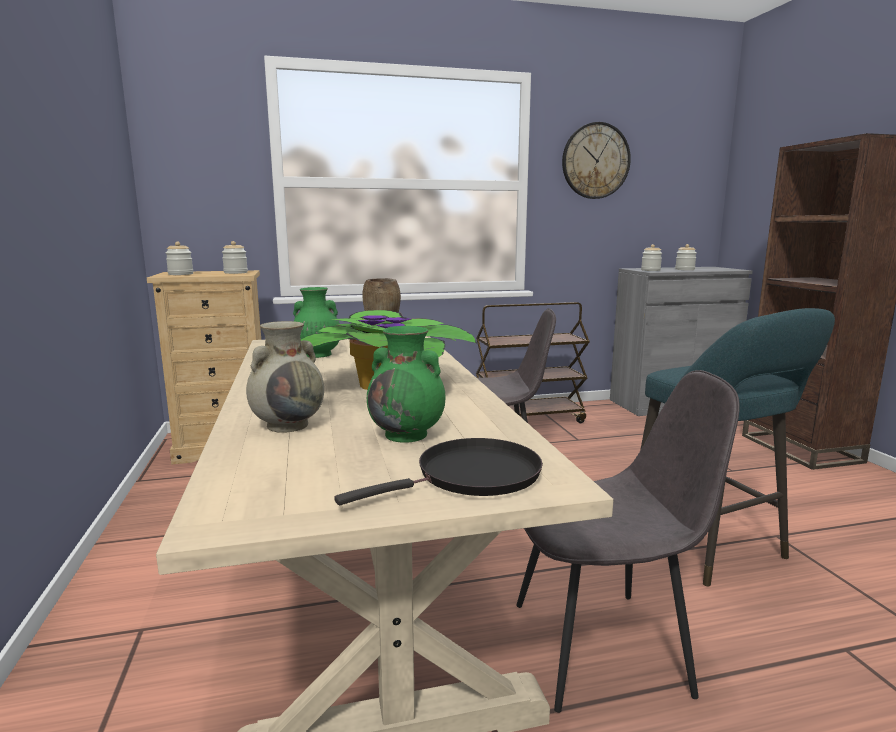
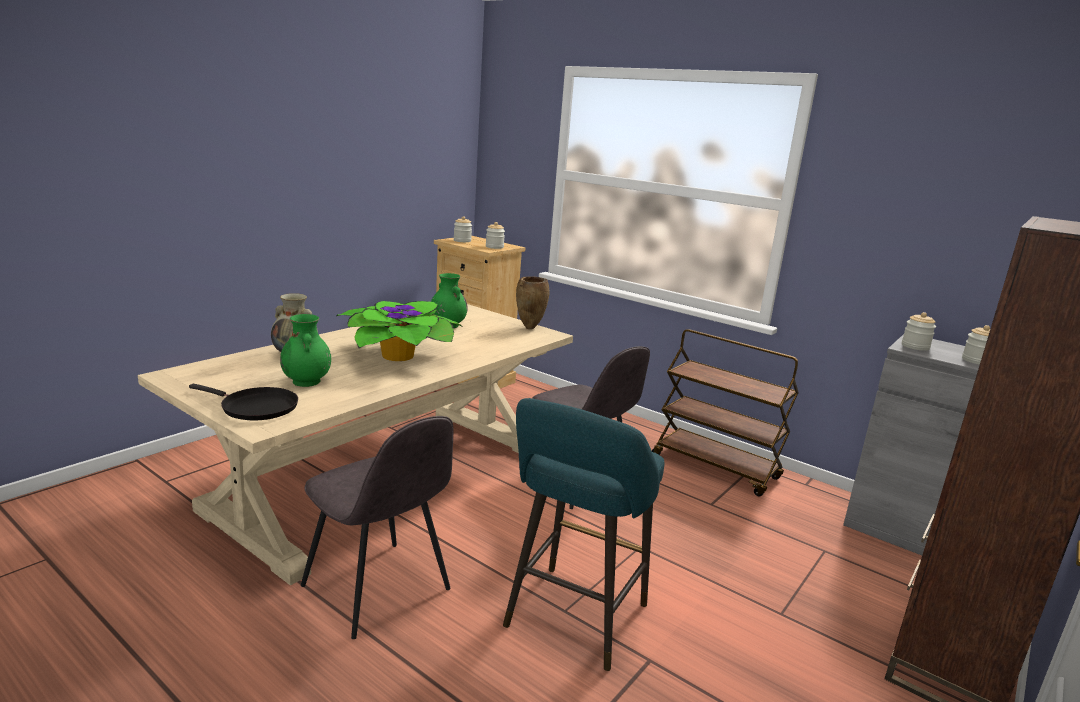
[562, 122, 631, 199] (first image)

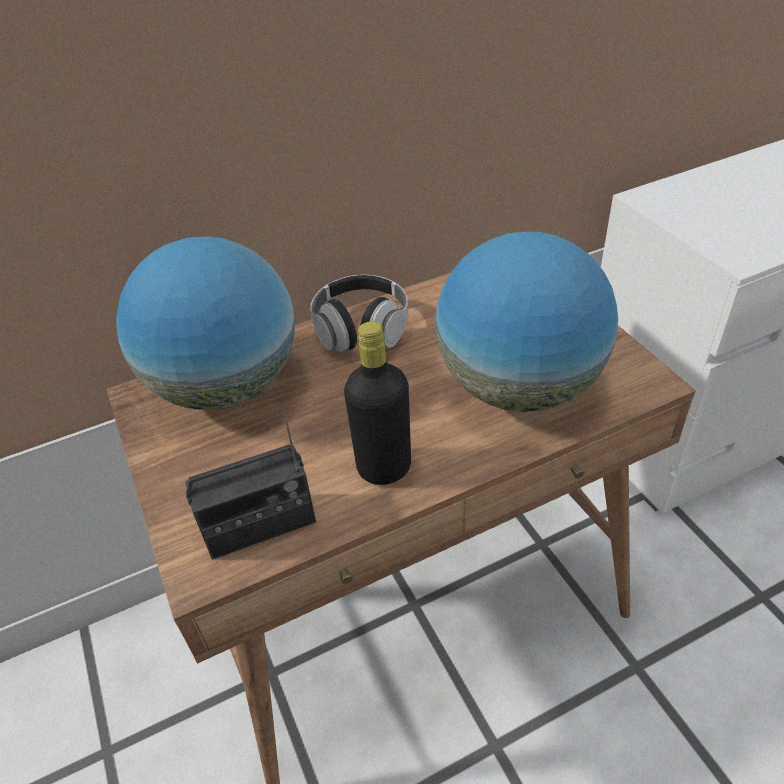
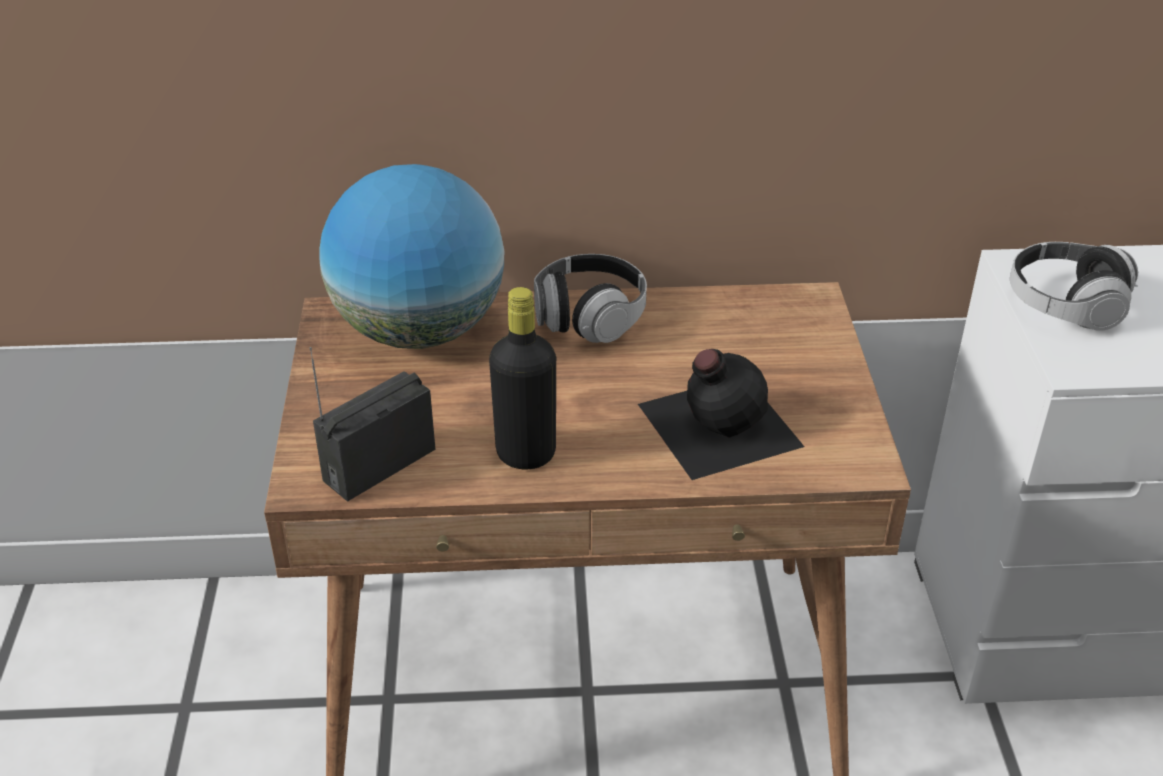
[1010, 242, 1138, 331]
[638, 349, 805, 480]
[310, 347, 435, 502]

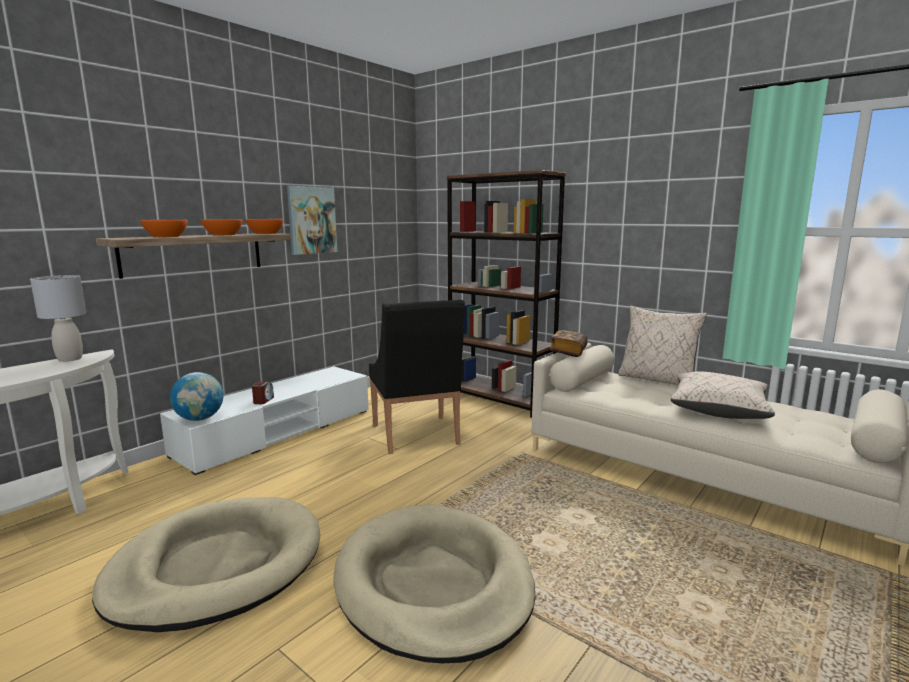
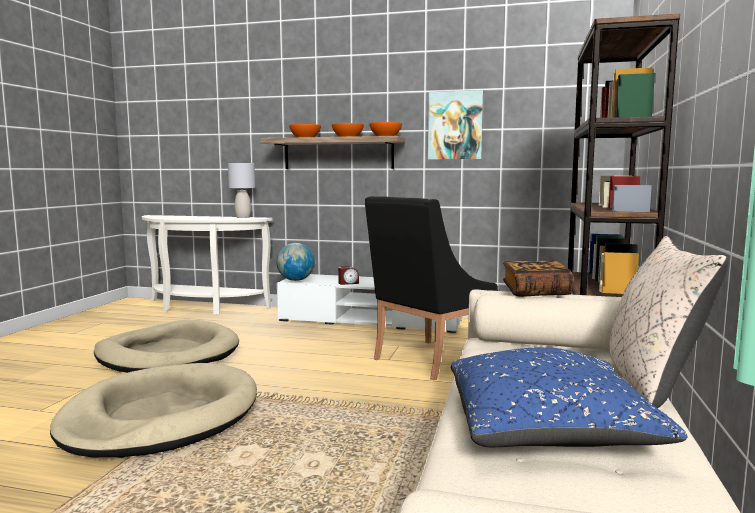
[451, 347, 687, 447]

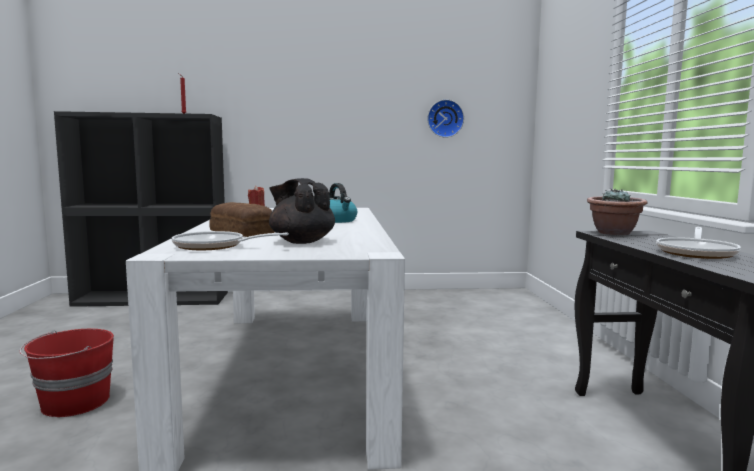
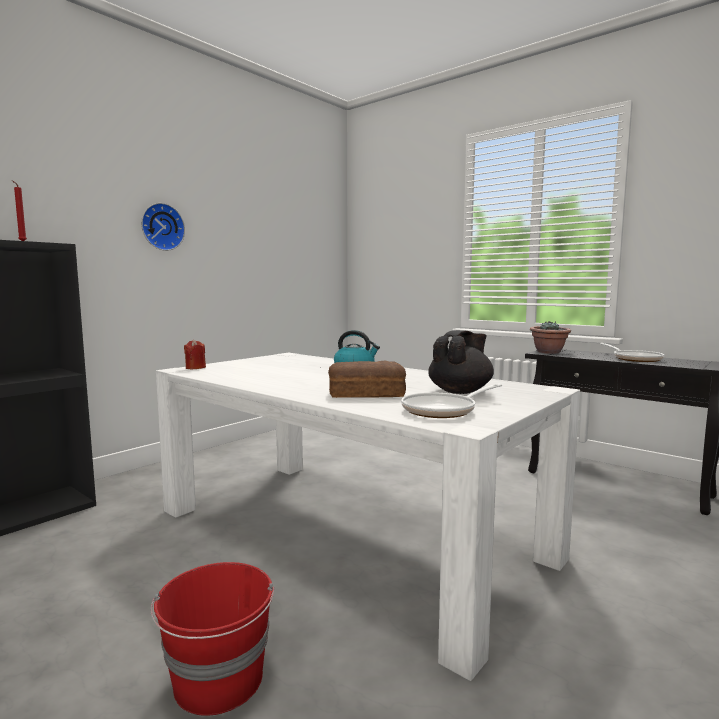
[141, 203, 185, 251]
[428, 330, 494, 394]

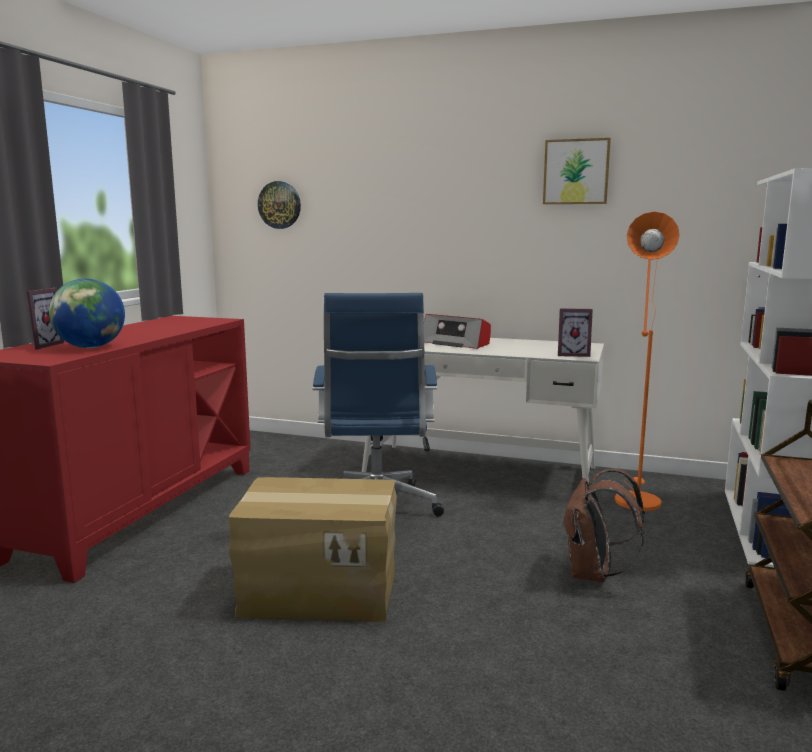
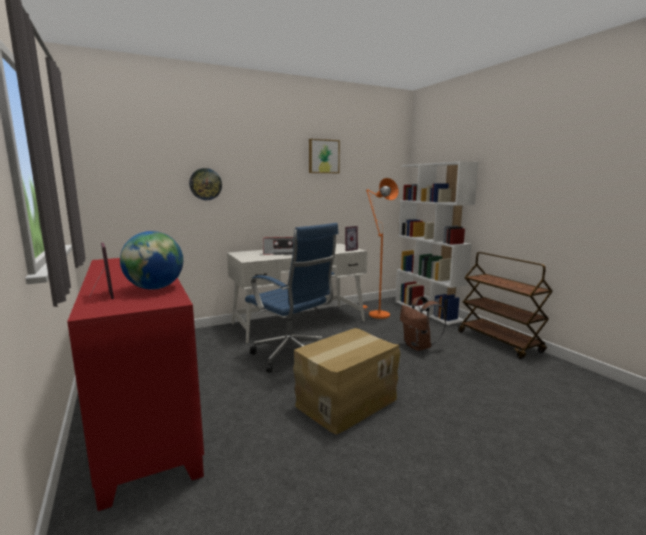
[189, 168, 222, 200]

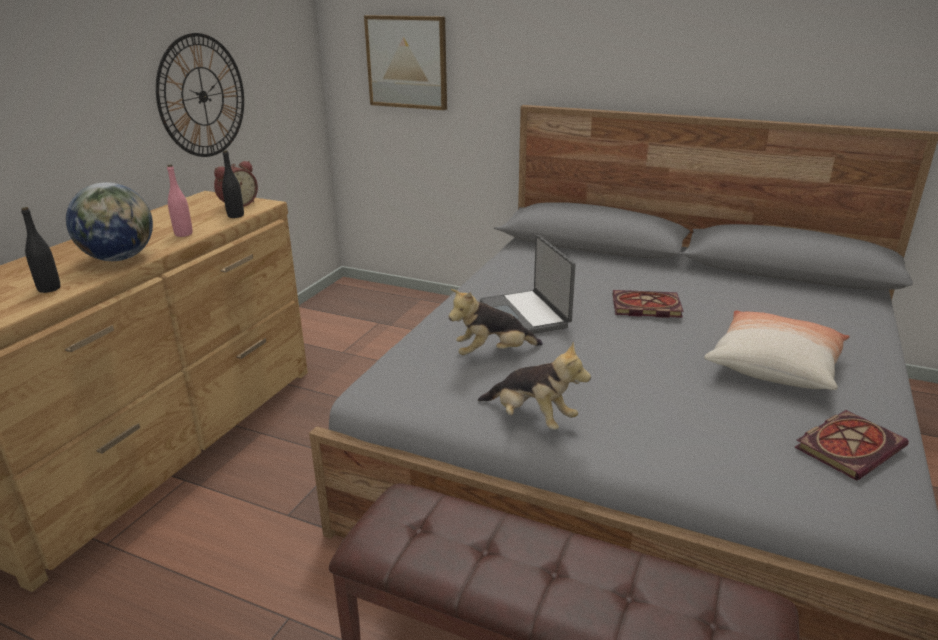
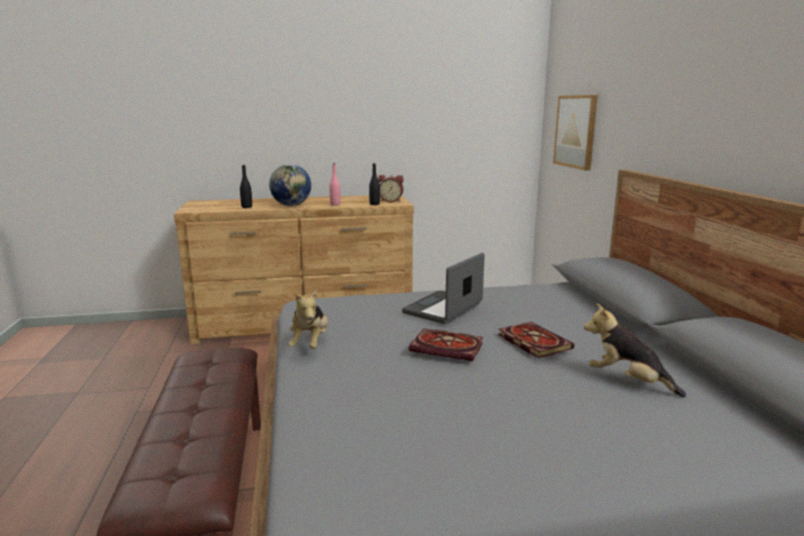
[156, 33, 244, 157] (first image)
[704, 310, 850, 390] (first image)
[584, 304, 686, 397]
[409, 329, 483, 361]

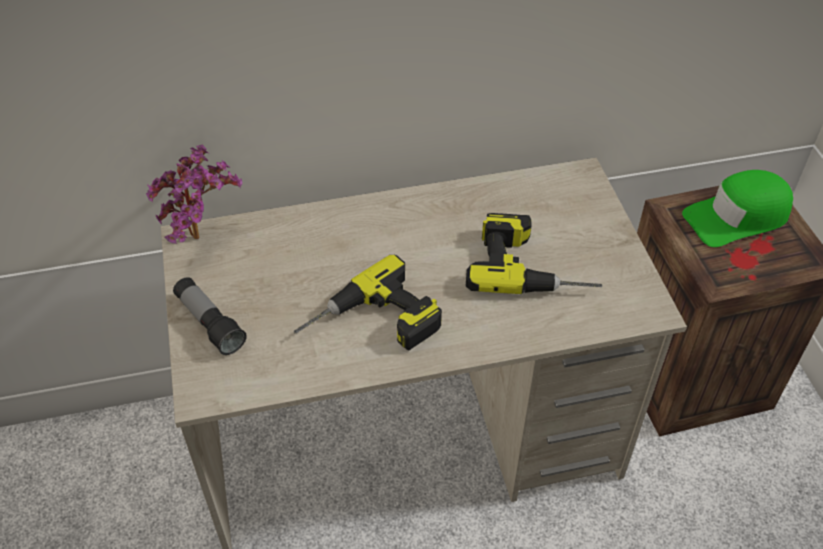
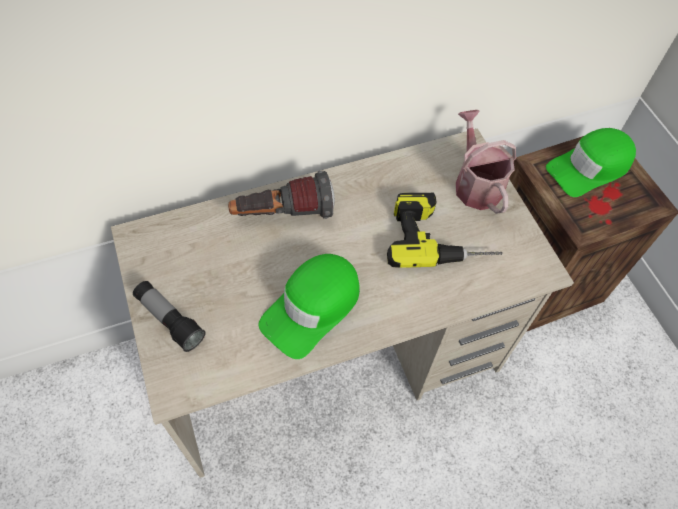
[146, 145, 243, 244] (first image)
[228, 171, 335, 219]
[456, 110, 516, 214]
[259, 254, 360, 359]

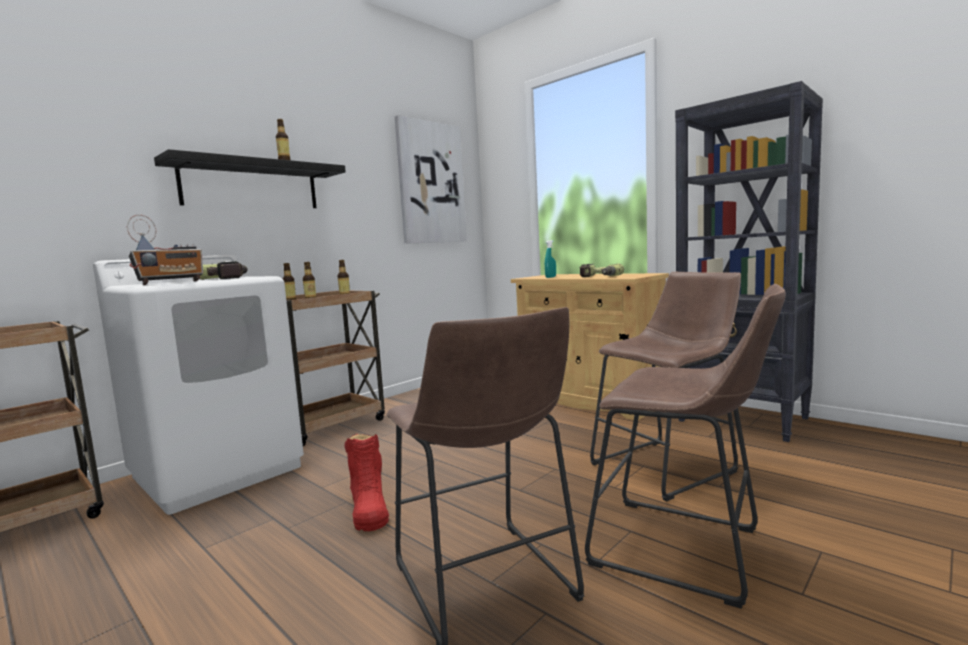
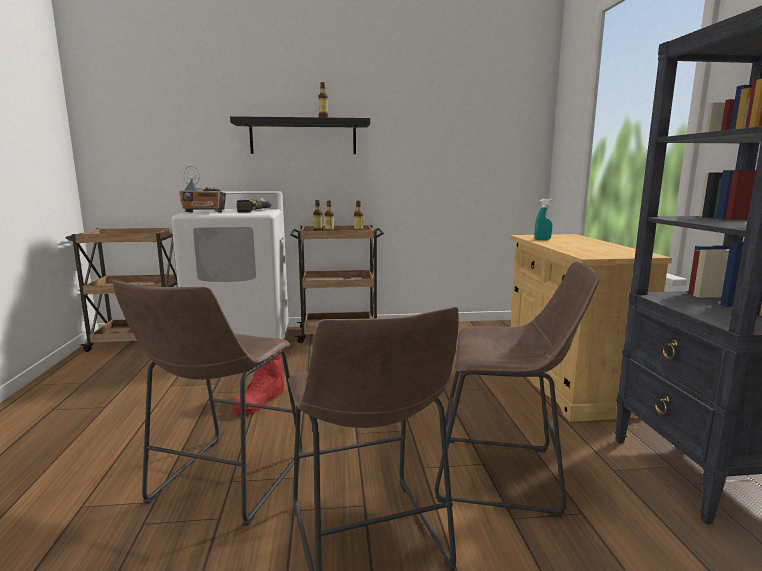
[395, 115, 467, 244] (first image)
[579, 263, 624, 277] (first image)

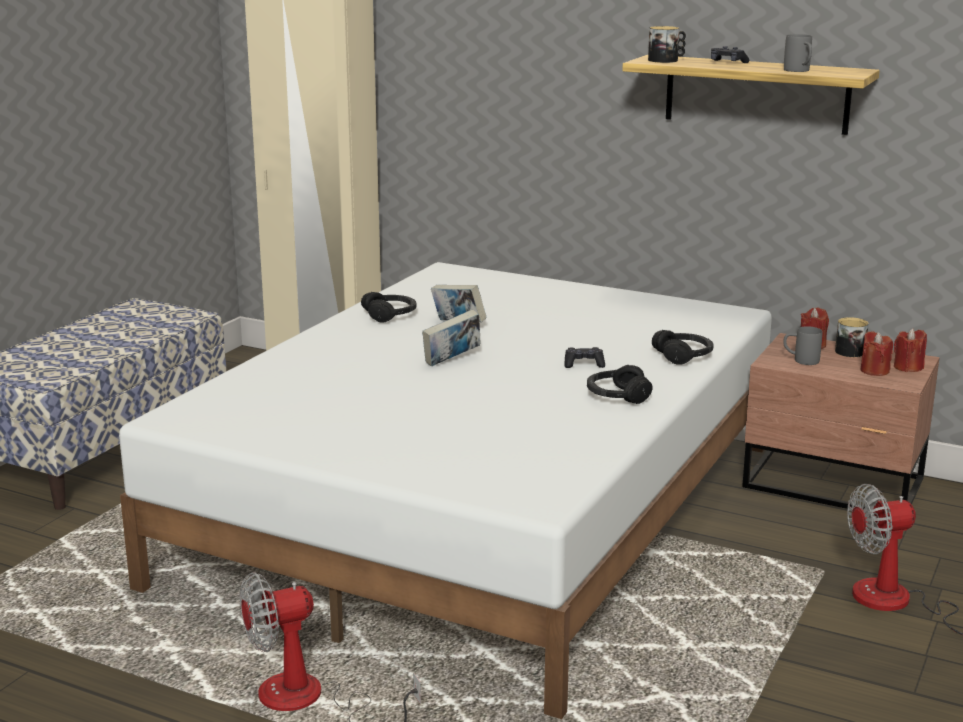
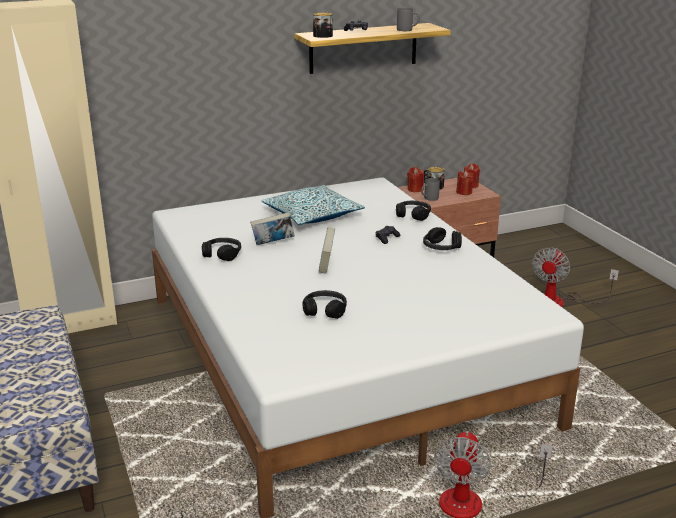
[261, 185, 365, 225]
[302, 290, 347, 319]

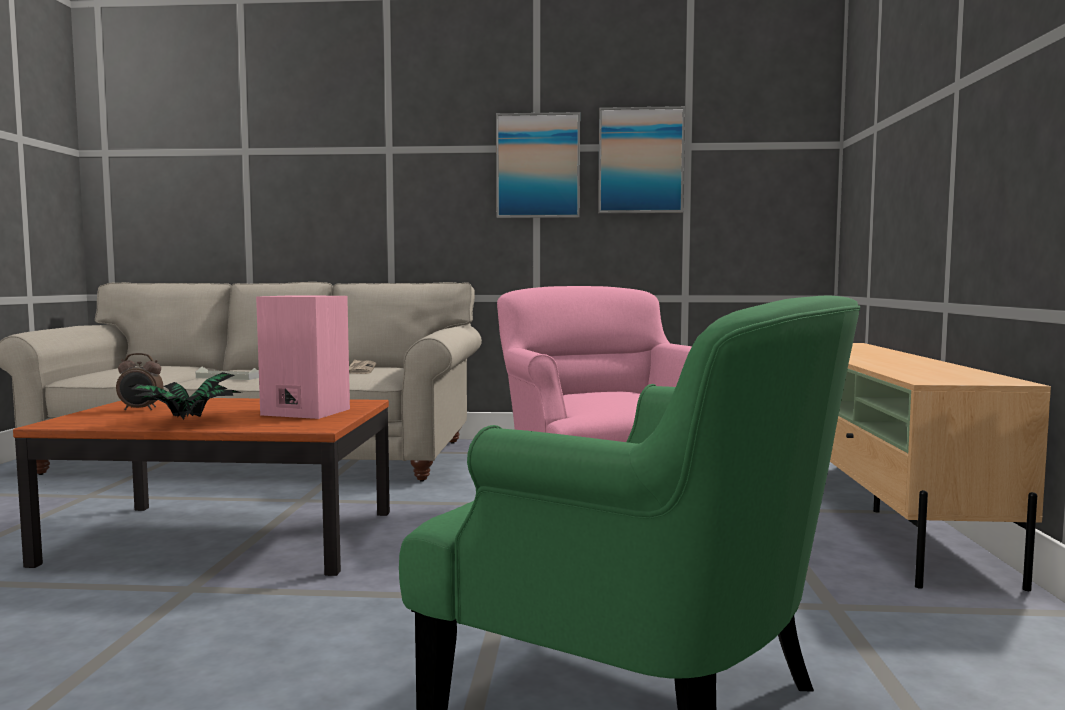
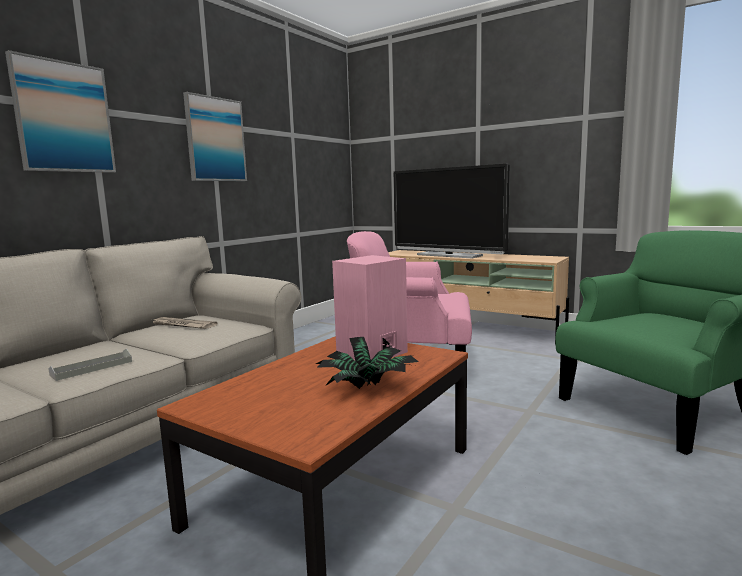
[116, 353, 163, 410] (first image)
[393, 164, 510, 259]
[5, 50, 116, 173]

